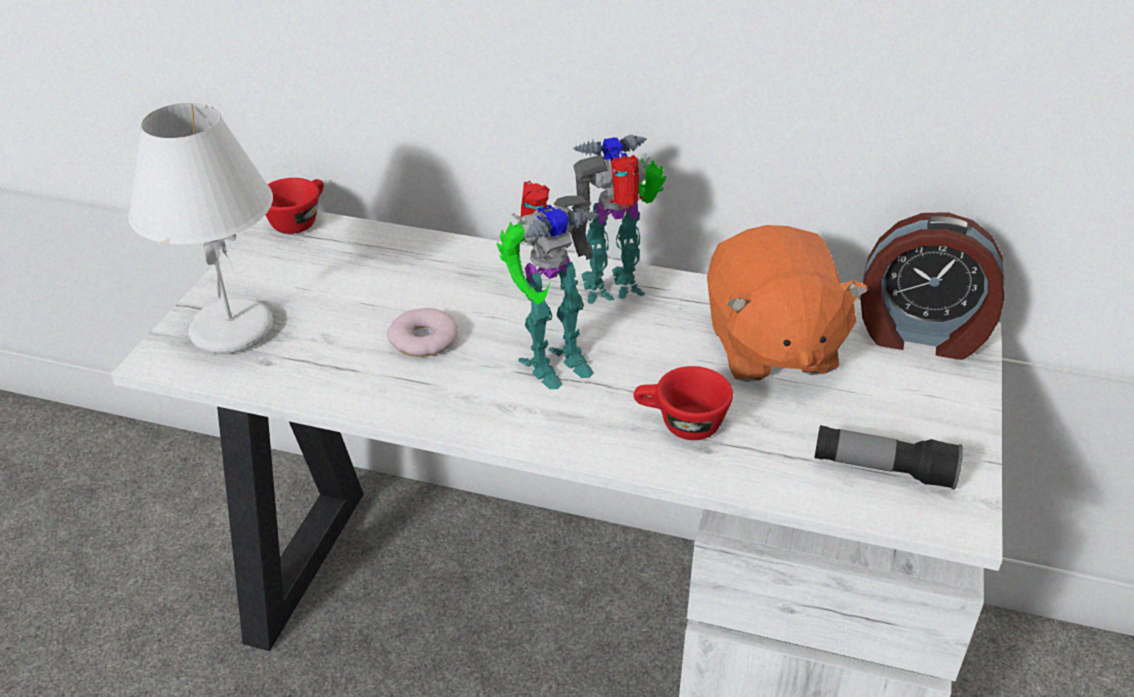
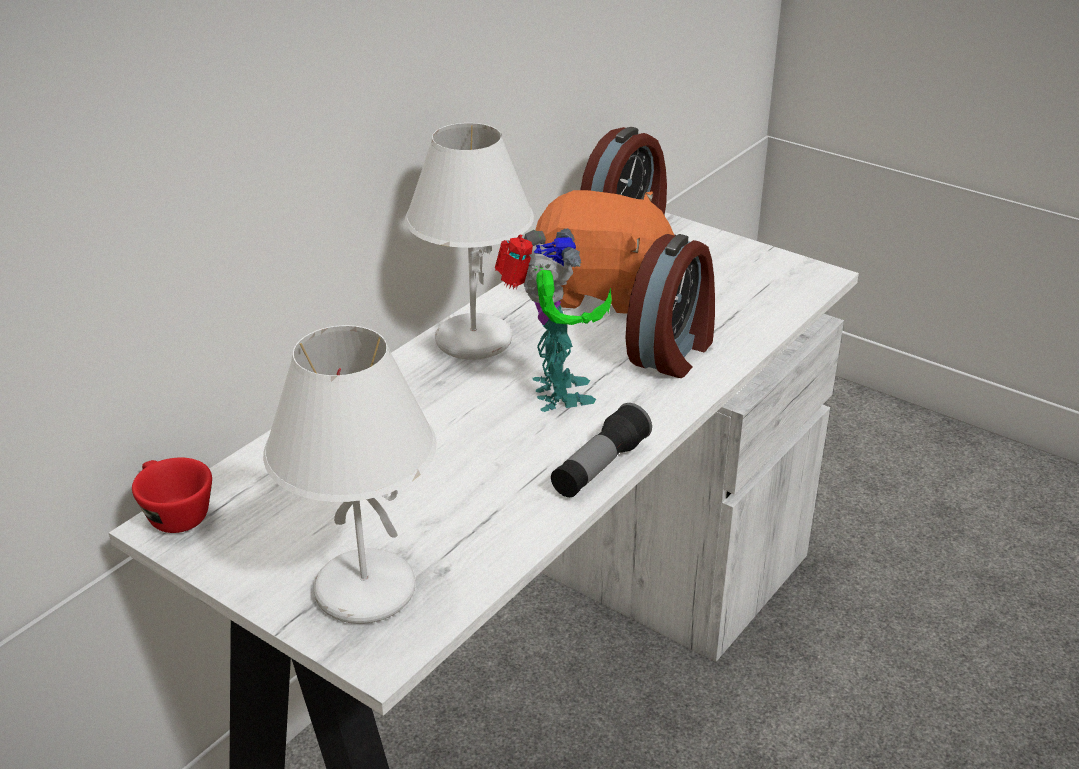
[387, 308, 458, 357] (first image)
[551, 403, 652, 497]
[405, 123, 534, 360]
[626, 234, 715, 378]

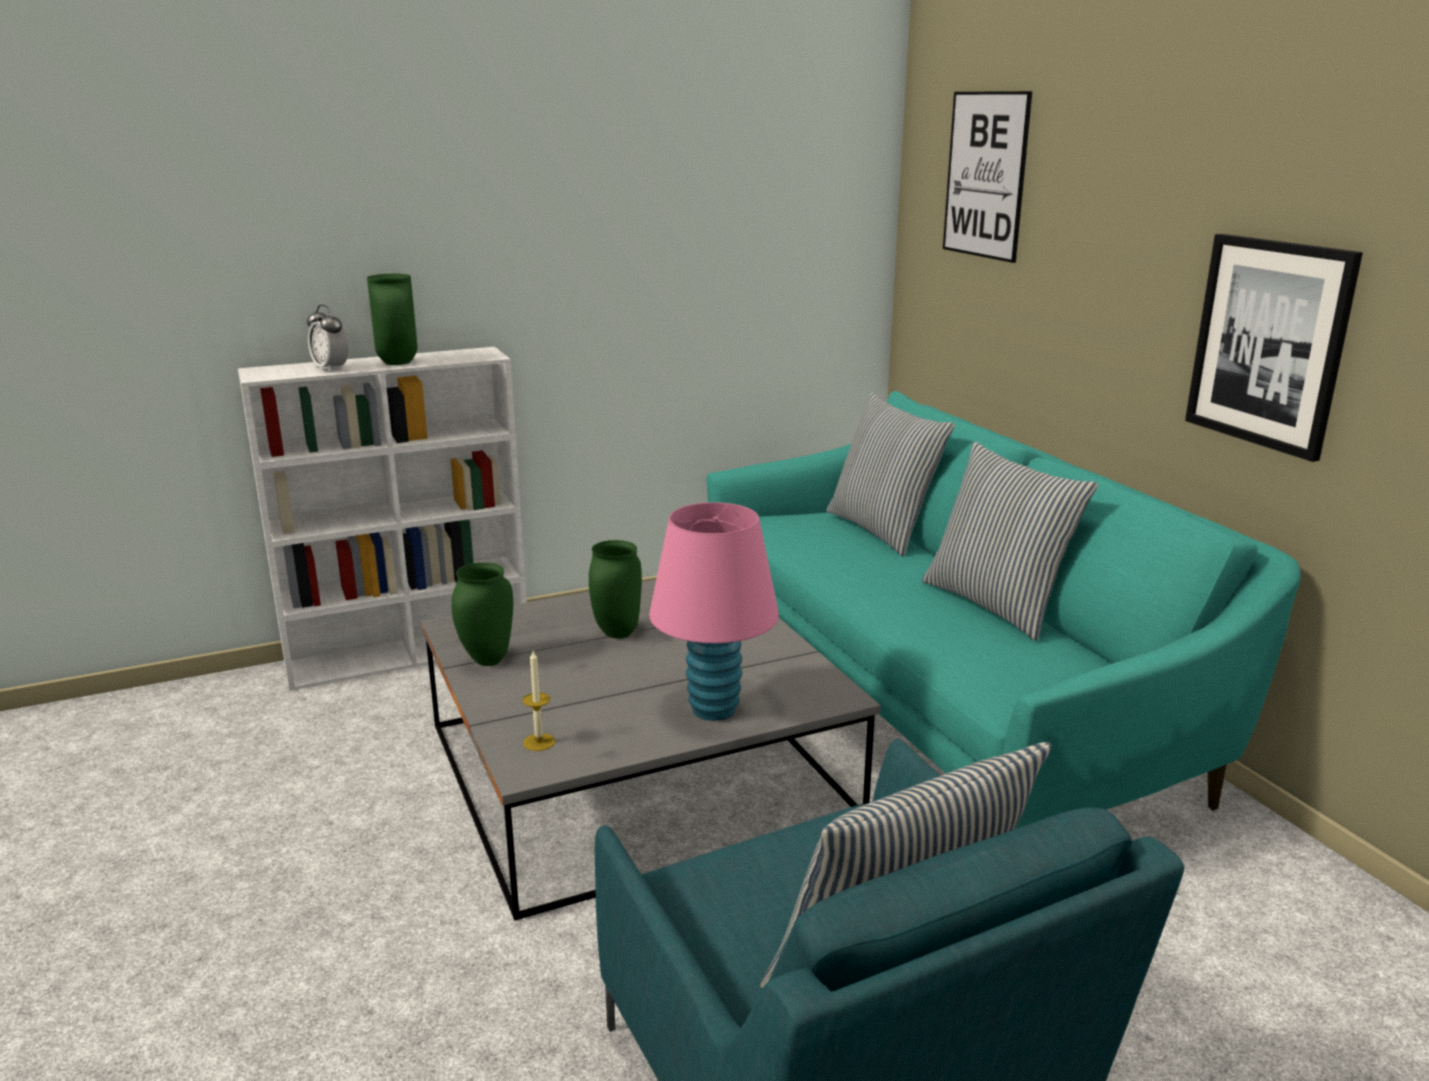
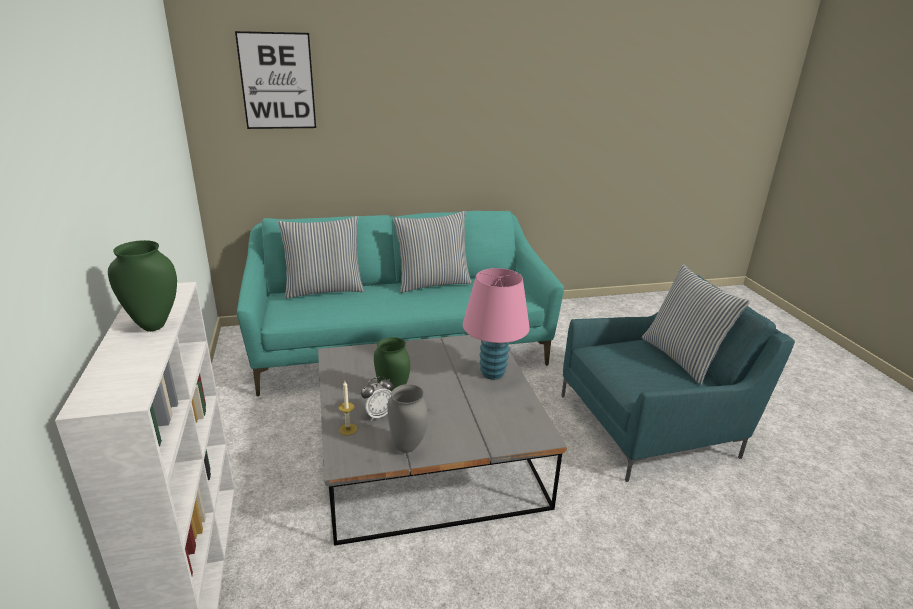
[1185, 234, 1363, 462] (first image)
[360, 376, 393, 421]
[339, 381, 357, 436]
[387, 384, 428, 453]

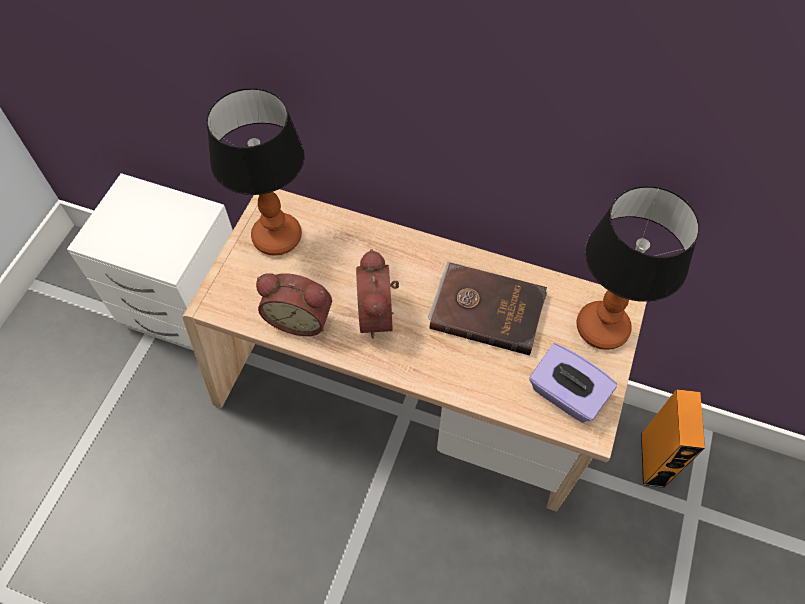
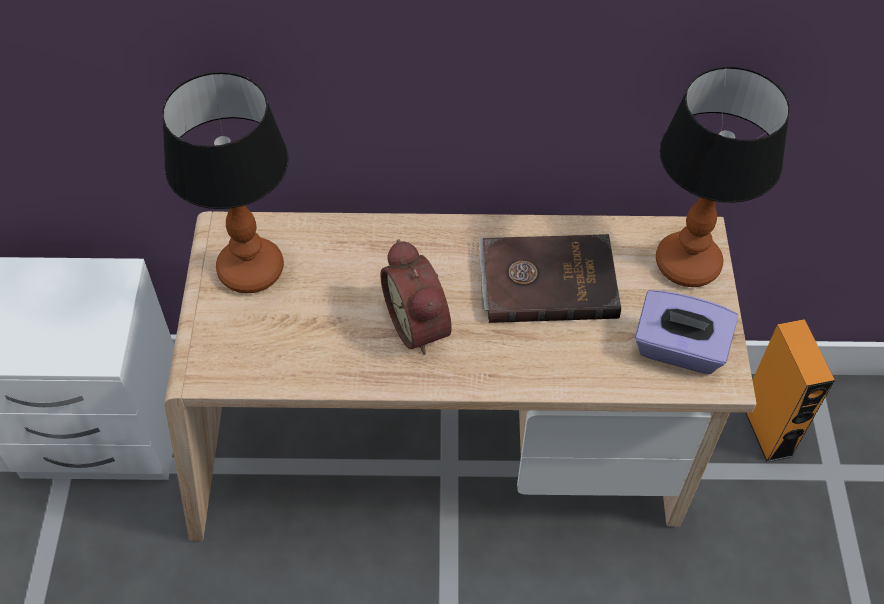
[256, 273, 332, 336] (first image)

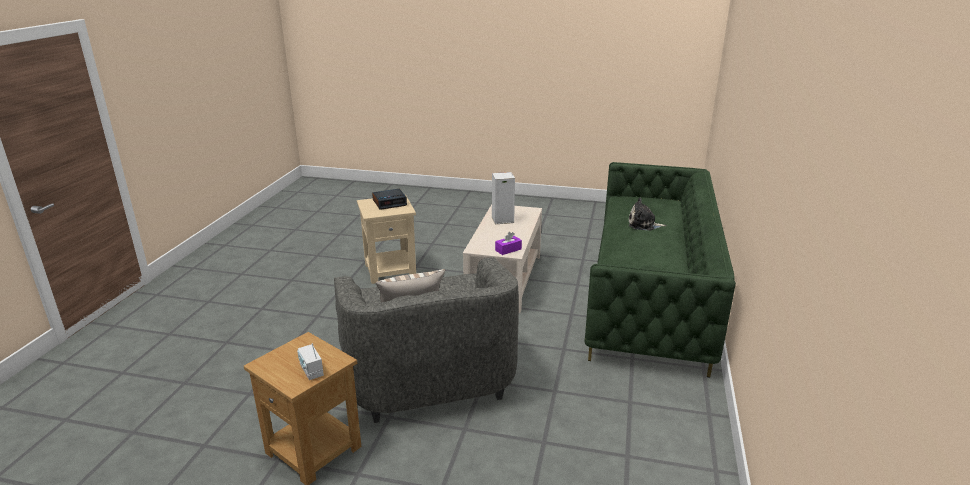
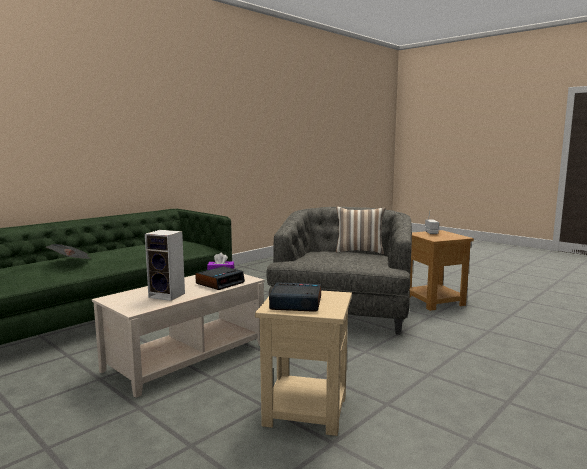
[195, 266, 245, 290]
[46, 244, 90, 259]

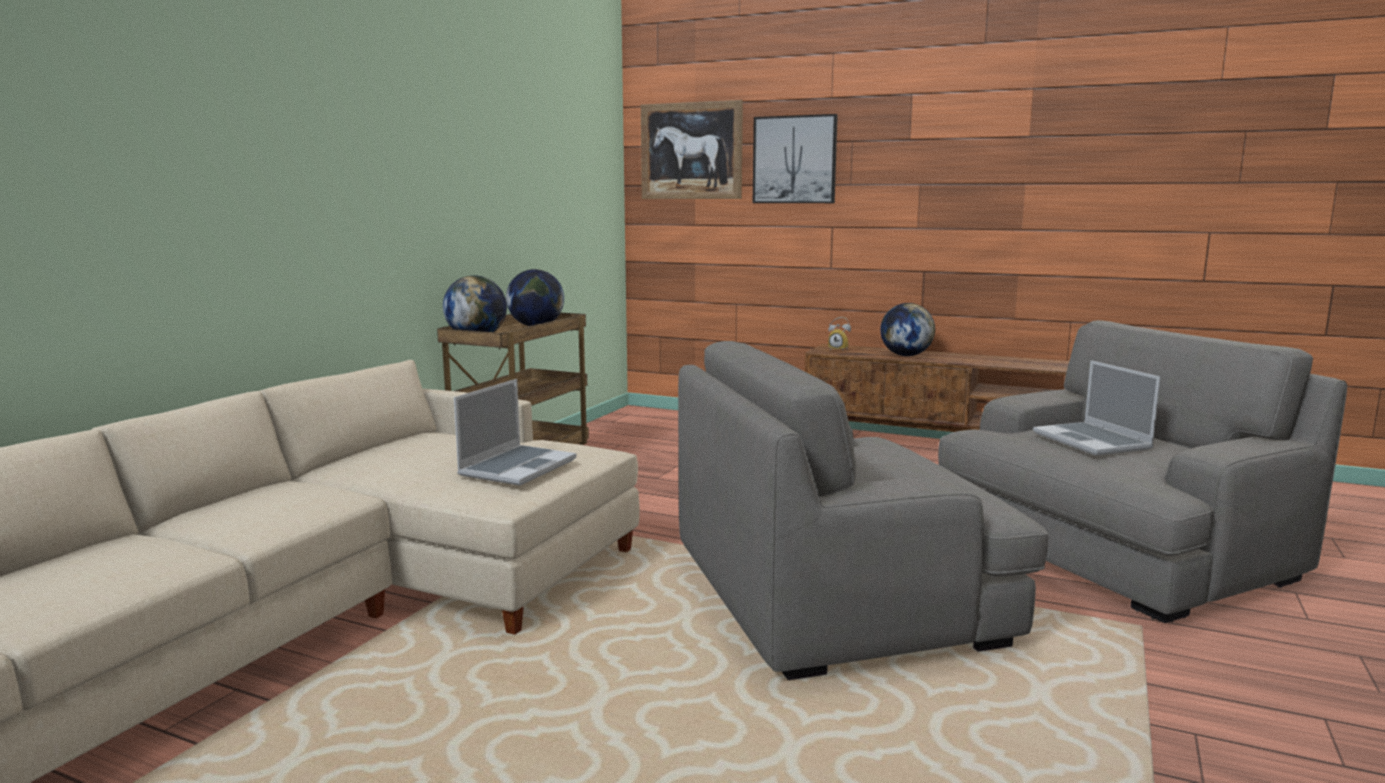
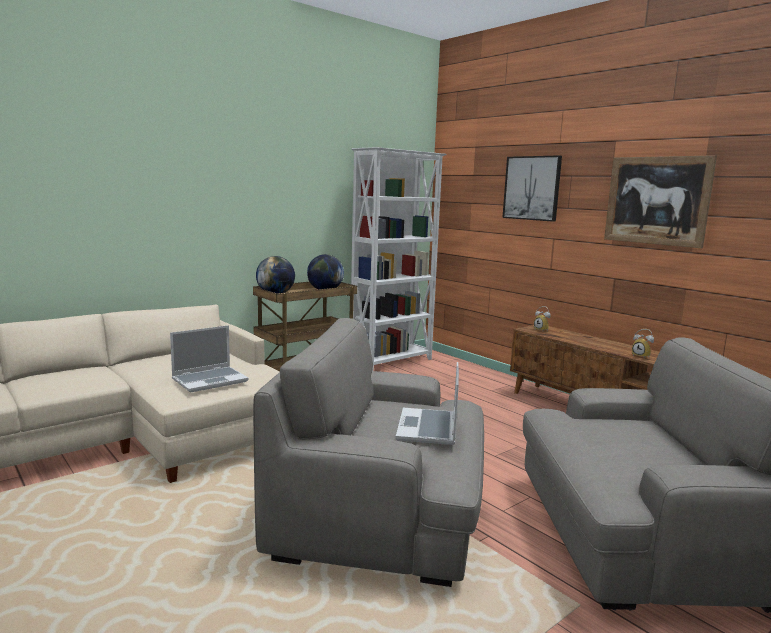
[880, 303, 935, 356] (first image)
[351, 147, 447, 371]
[632, 329, 654, 359]
[604, 155, 717, 248]
[396, 362, 459, 445]

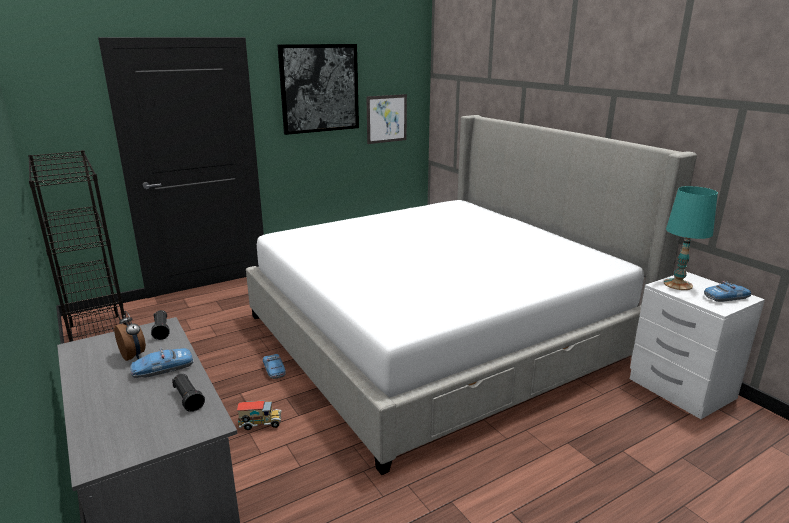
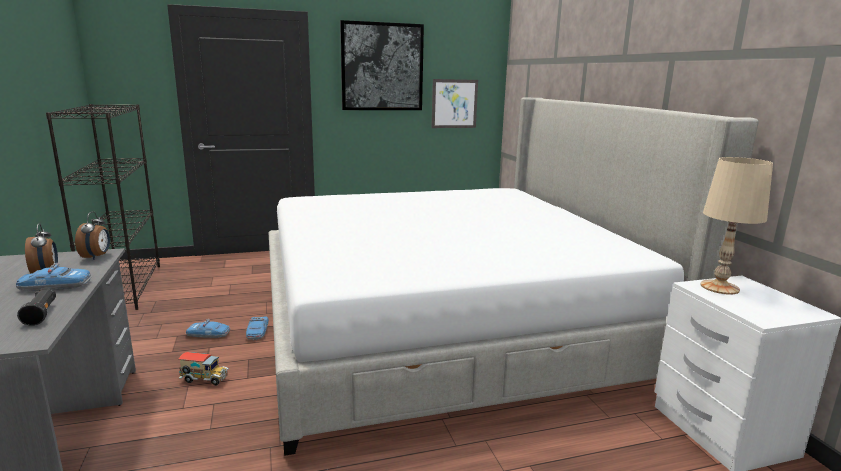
[186, 319, 230, 338]
[75, 211, 110, 260]
[700, 157, 773, 295]

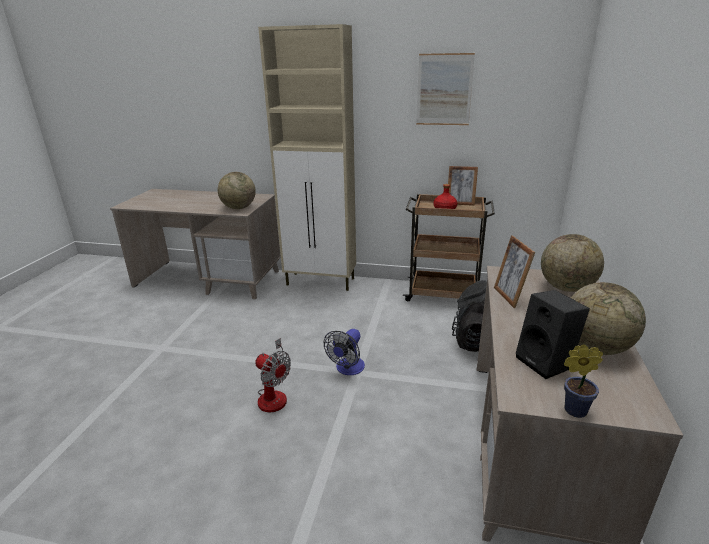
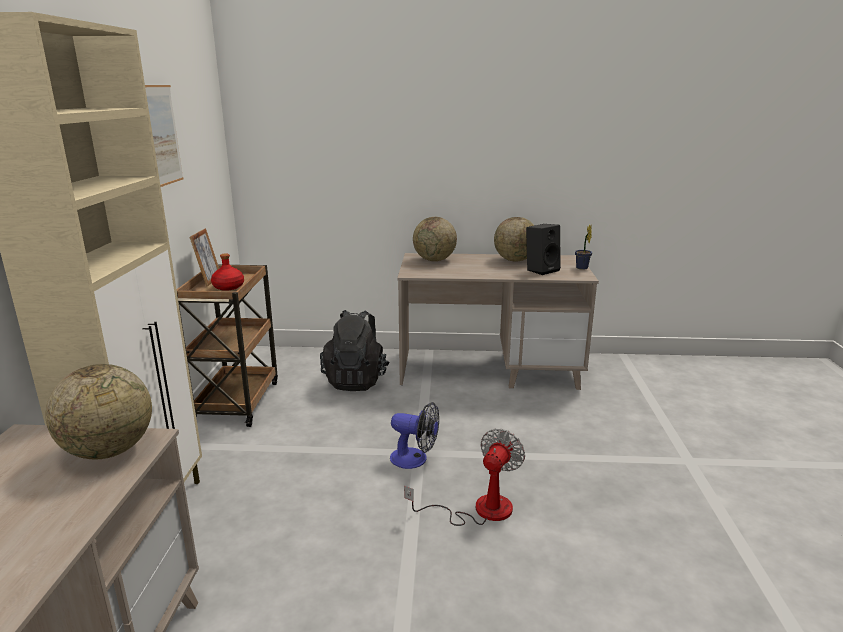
[494, 235, 535, 308] (first image)

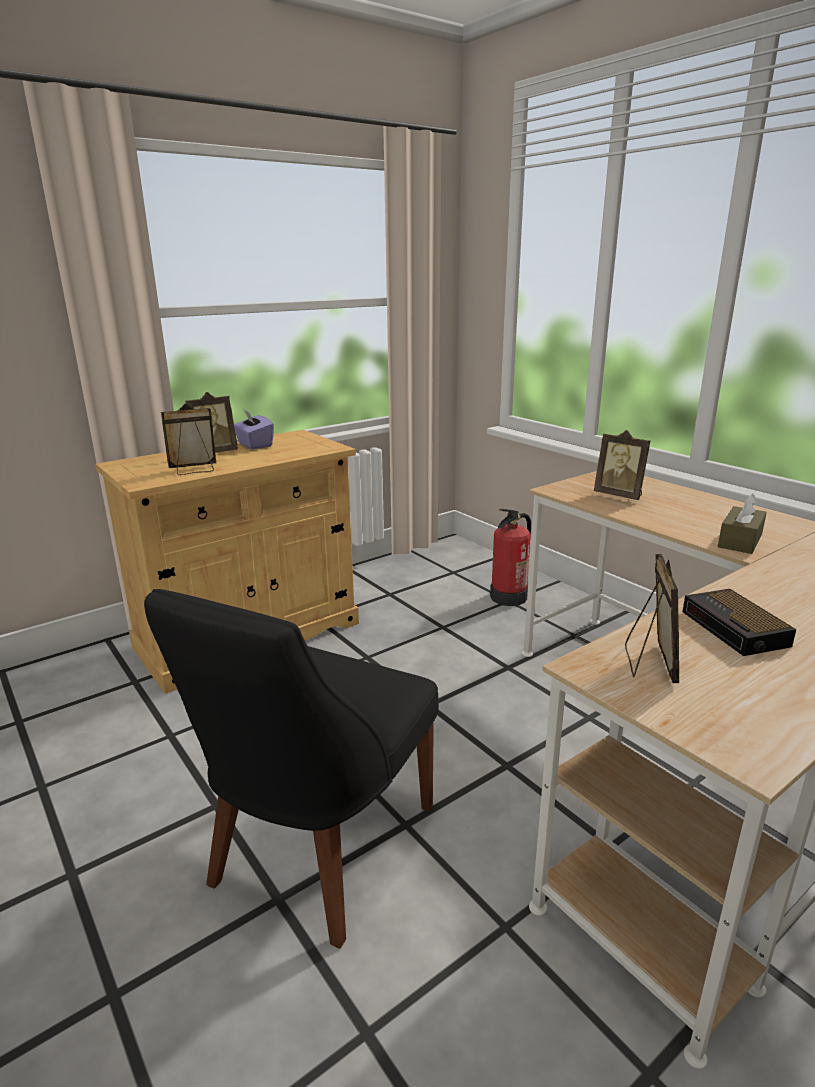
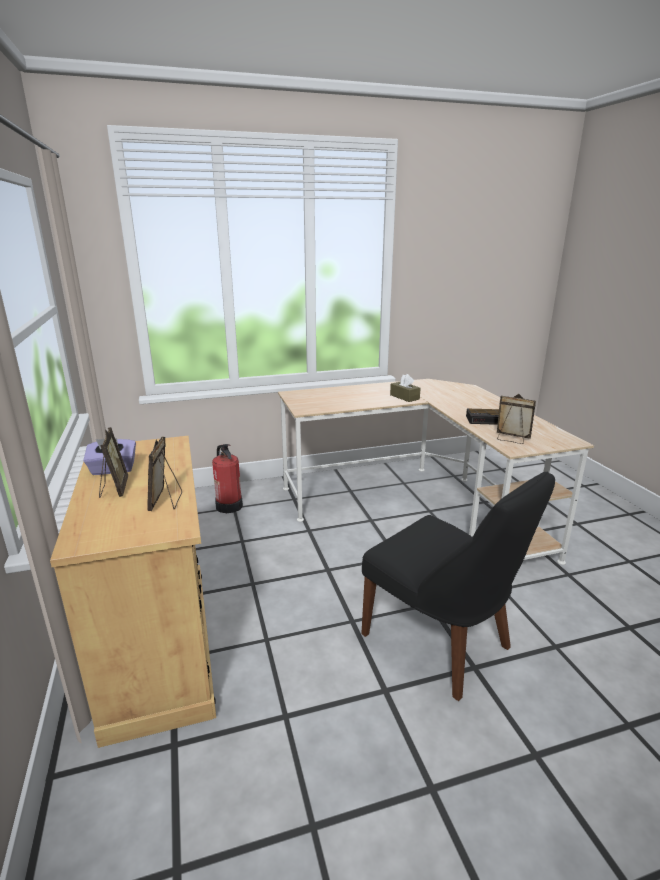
[594, 430, 650, 500] (first image)

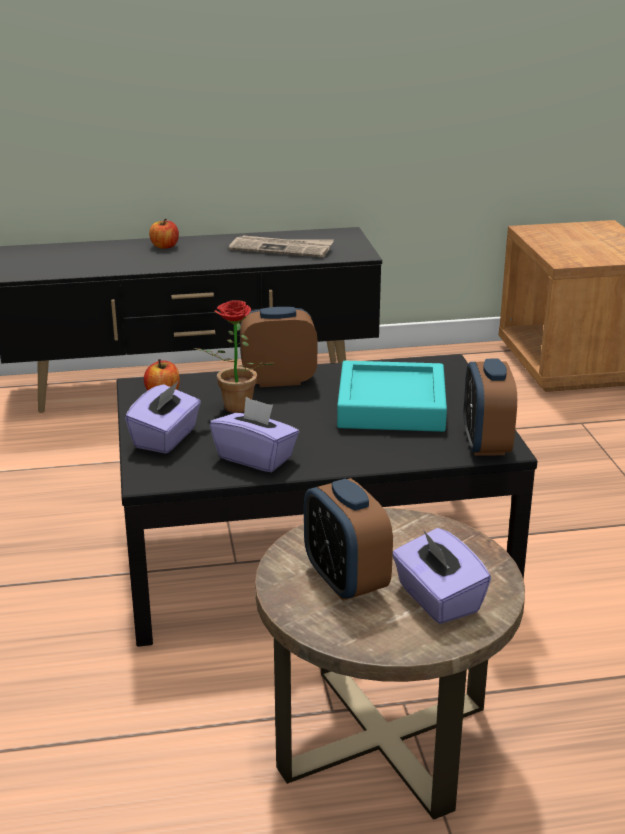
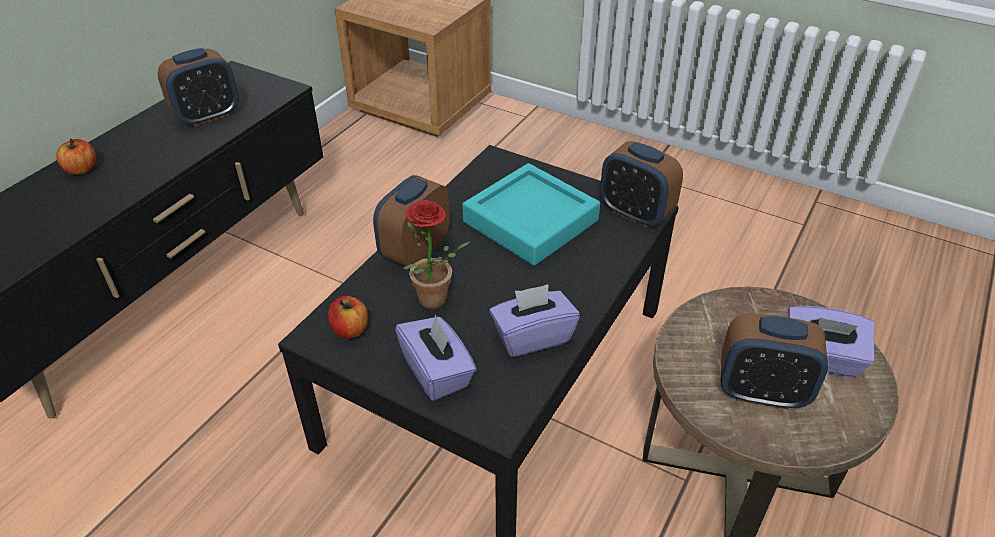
[158, 48, 239, 127]

